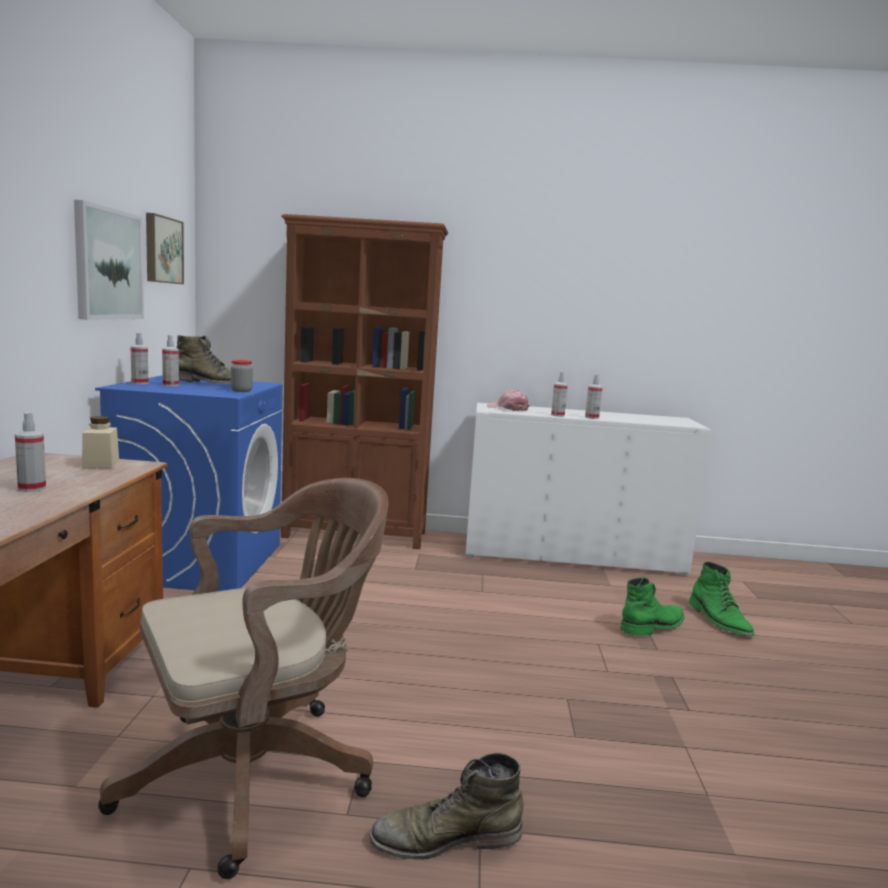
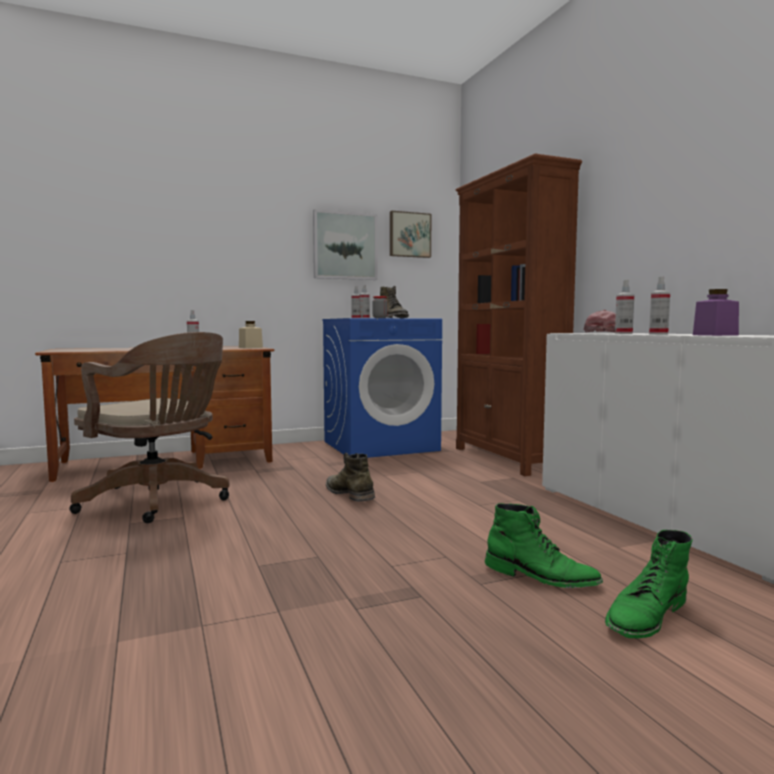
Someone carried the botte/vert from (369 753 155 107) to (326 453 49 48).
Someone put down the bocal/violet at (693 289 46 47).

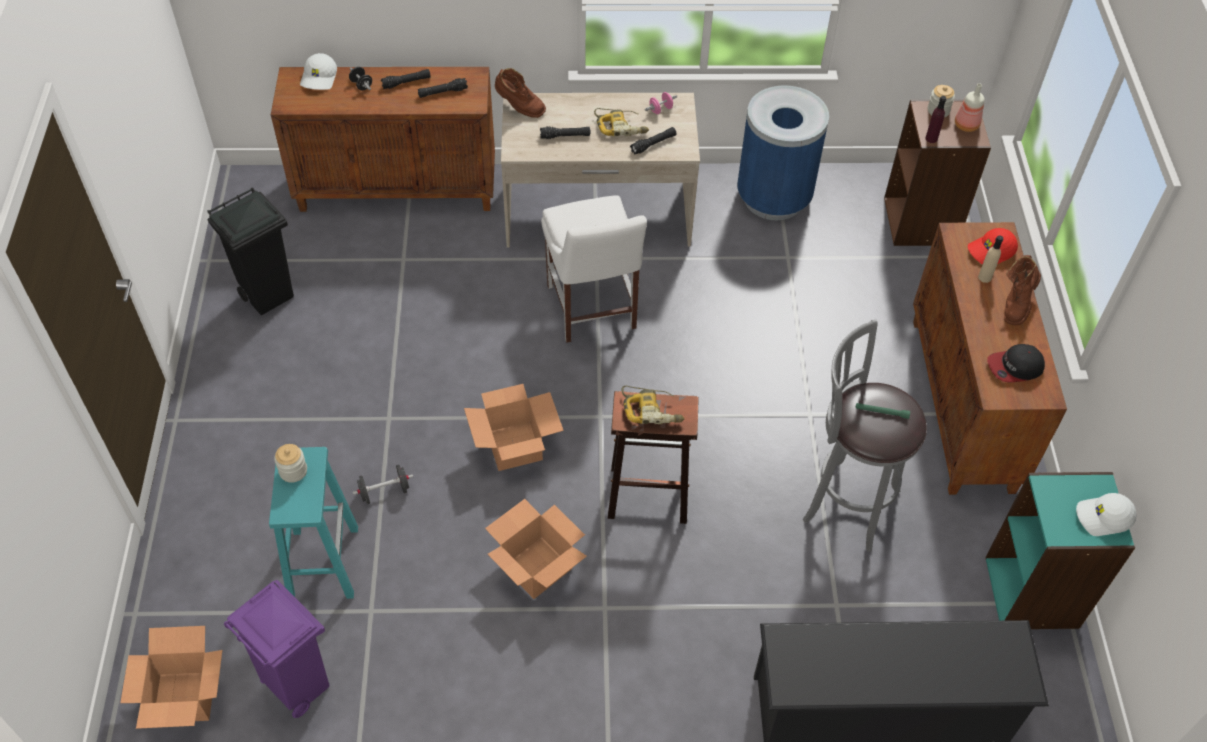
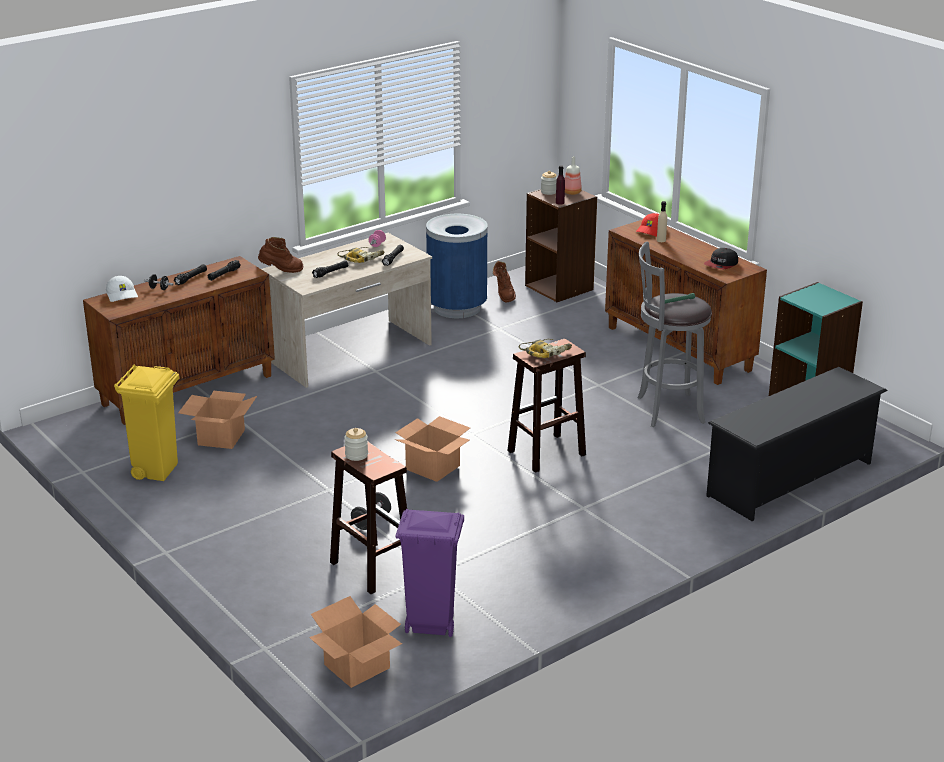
Someone repainted the poubelle/noir at (207 187 87 128), which became the poubelle/jaune at (114 364 65 117).
Someone repainted the tabouret/turquoise at (269 447 89 152), which became the tabouret/marron at (330 442 77 152).
Someone carried the carton from (485 499 102 100) to (178 391 79 58).
Someone took away the chaise/blanc at (541 195 106 148).
Someone carried the botte/marron from (1004 255 37 70) to (493 261 23 42).
Someone took away the casquette/blanc at (1076 493 61 43).

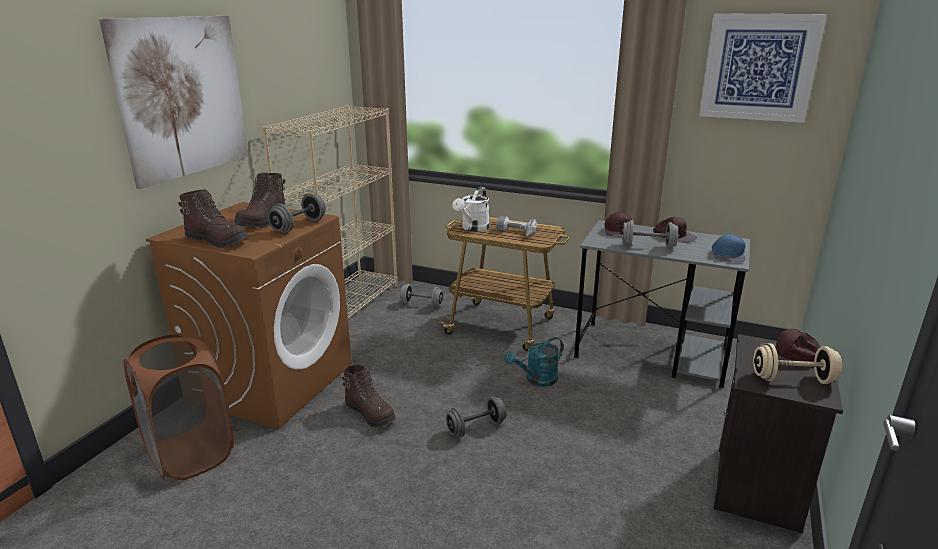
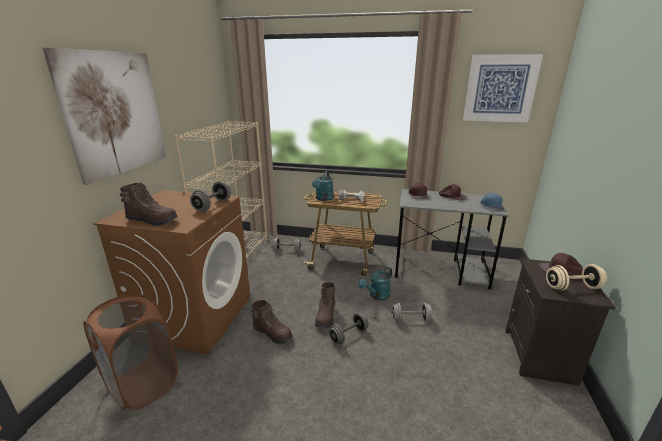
Someone carried the botte/marron from (234 173 51 55) to (315 282 22 46).
Someone repainted the arrosoir/blanc at (453 187 37 44), which became the arrosoir/turquoise at (312 171 22 30).
Someone carried the haltère/gris from (620 220 59 29) to (391 303 41 19).

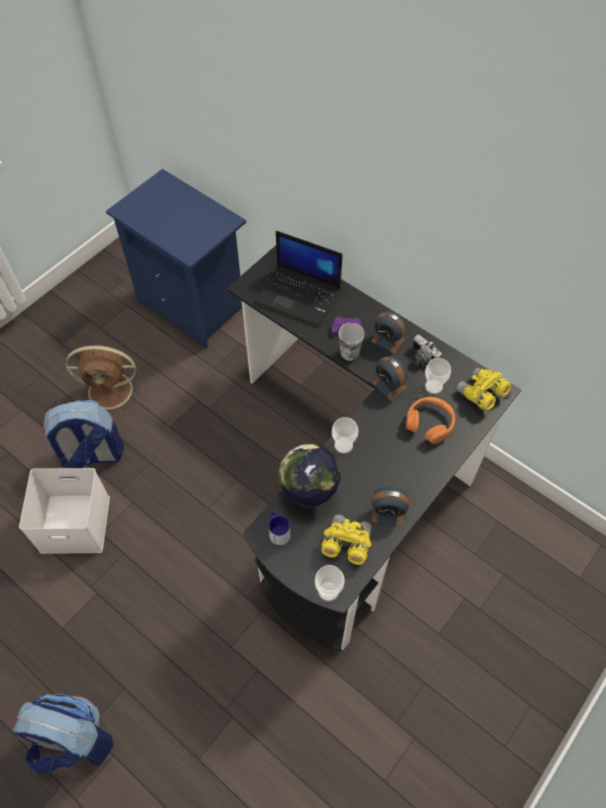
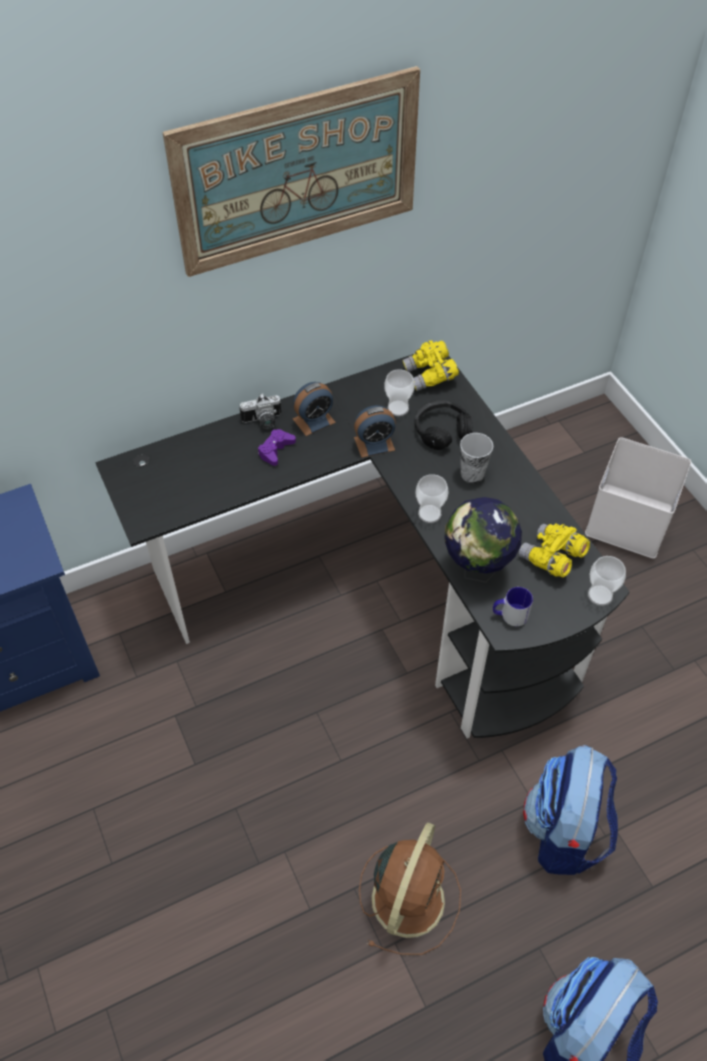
Someone carried the boîte de rangement/blanc from (19 468 91 86) to (585 437 106 122).
Someone carried the sac à dos from (42 400 82 68) to (523 745 95 130).
Someone carried the ventilateur/marron from (66 344 78 73) to (359 822 102 133).
Someone took away the ordinateur portable at (254 231 89 96).
Someone carried the tasse from (339 323 25 38) to (460 433 33 50).
Someone took away the réveil at (371 487 39 39).
Someone repainted the casque audio/orange at (406 397 49 47), which became the casque audio/noir at (415 400 57 50).
Someone carried the appareil photo from (412 335 29 31) to (240 393 41 36).
Someone put up the tableau at (162 66 258 211).

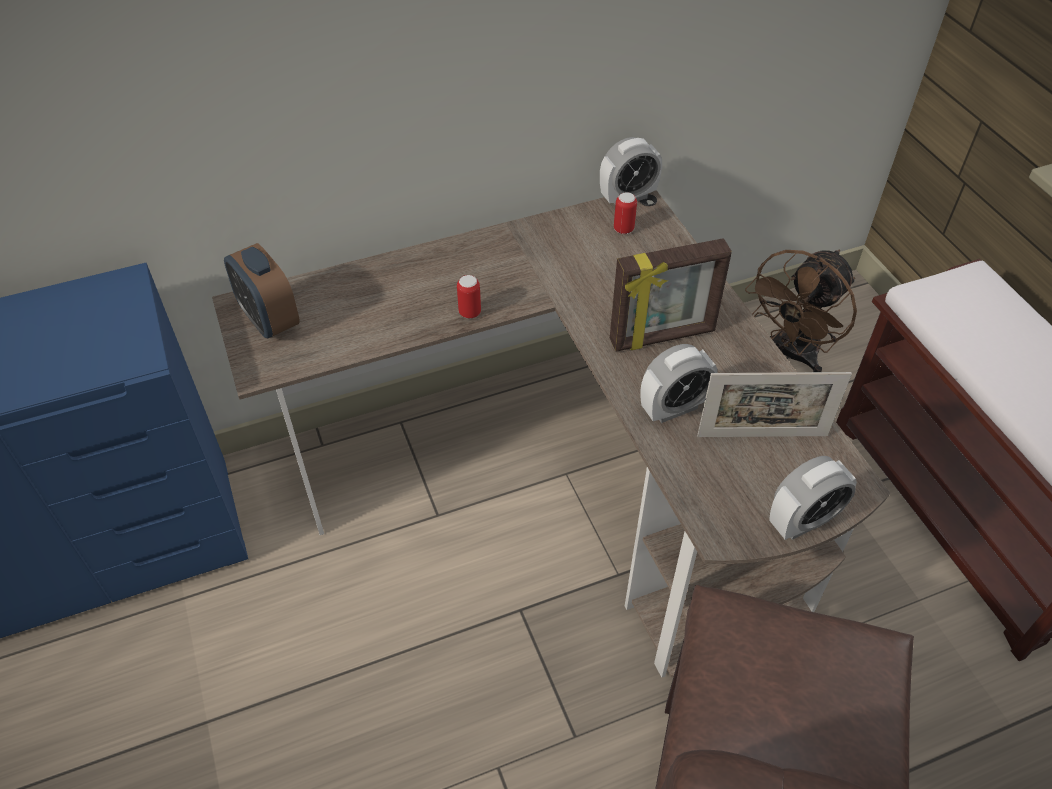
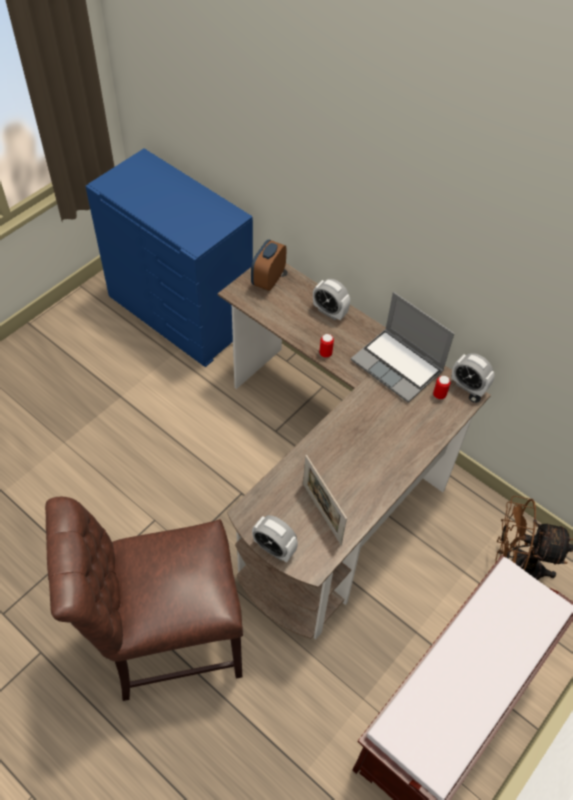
Someone took away the cadre photo at (610 238 122 114).
Someone carried the réveil from (641 344 77 79) to (313 279 37 42).
Someone put down the ordinateur portable at (351 292 104 111).

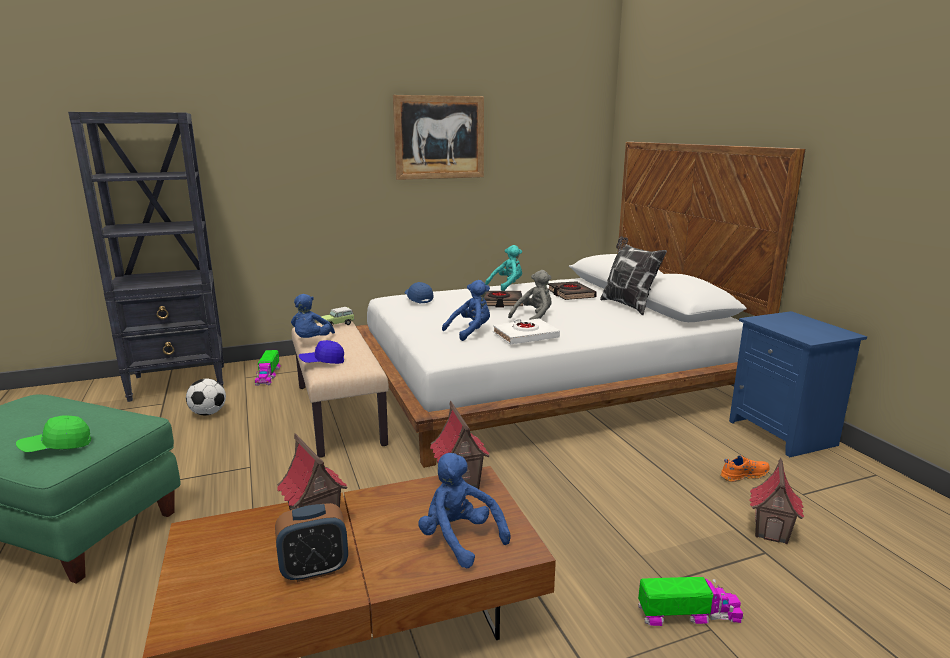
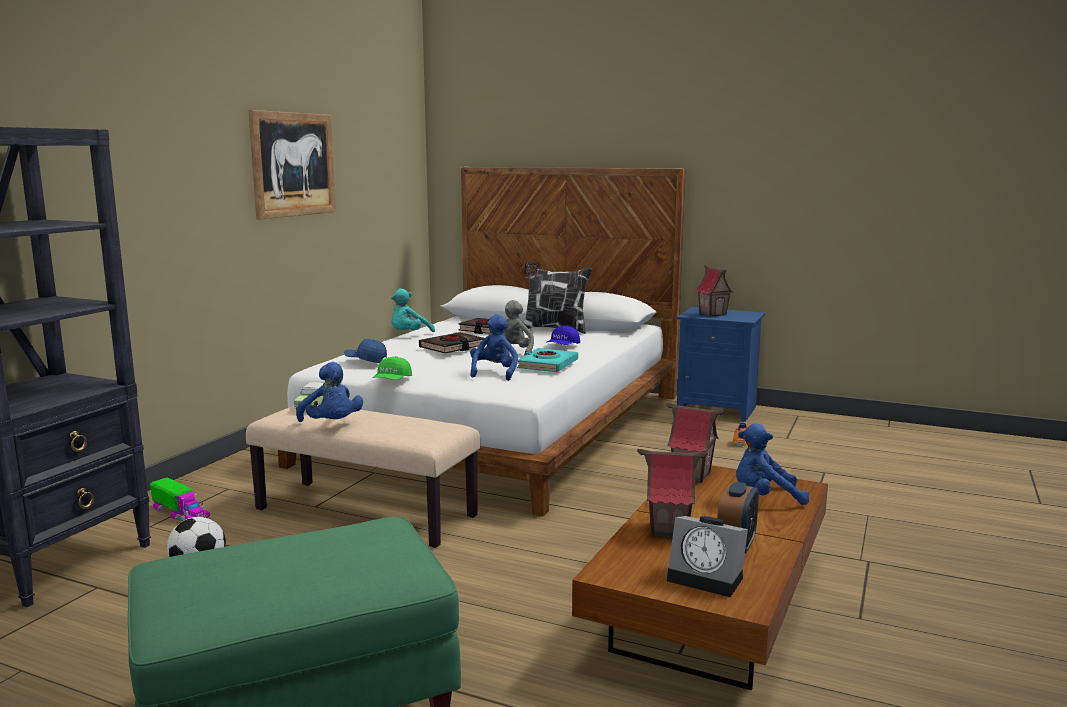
Someone carried the casquette/vert from (16 415 75 37) to (372 356 40 24).
Someone carried the casquette/bleu from (298 340 46 24) to (546 326 34 19).
Someone rotated the peluche/turquoise at (485 245 37 46) by 150 degrees counterclockwise.
Someone repainted the livre/blanc at (493 318 67 27), which became the livre/turquoise at (517 348 61 24).
Someone took away the camion jouet at (638 577 106 49).
Someone carried the maison miniature from (749 458 55 86) to (695 265 39 52).
Someone put down the réveil at (667 516 81 81).

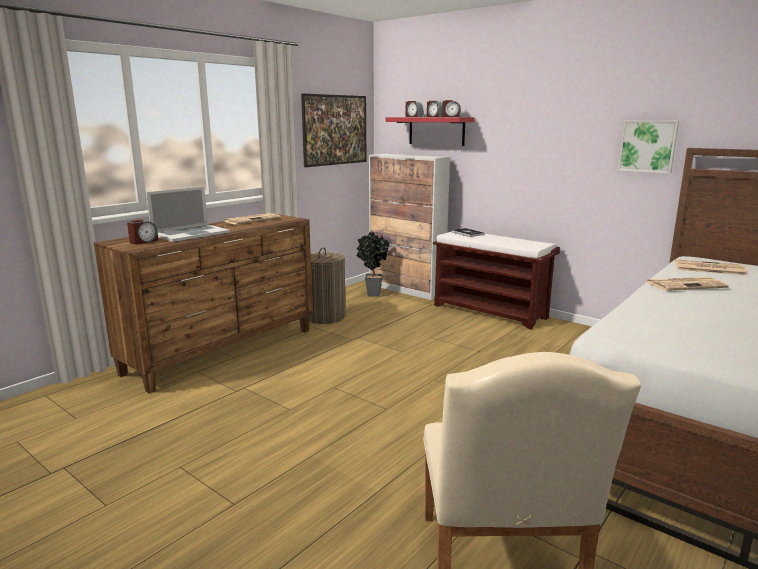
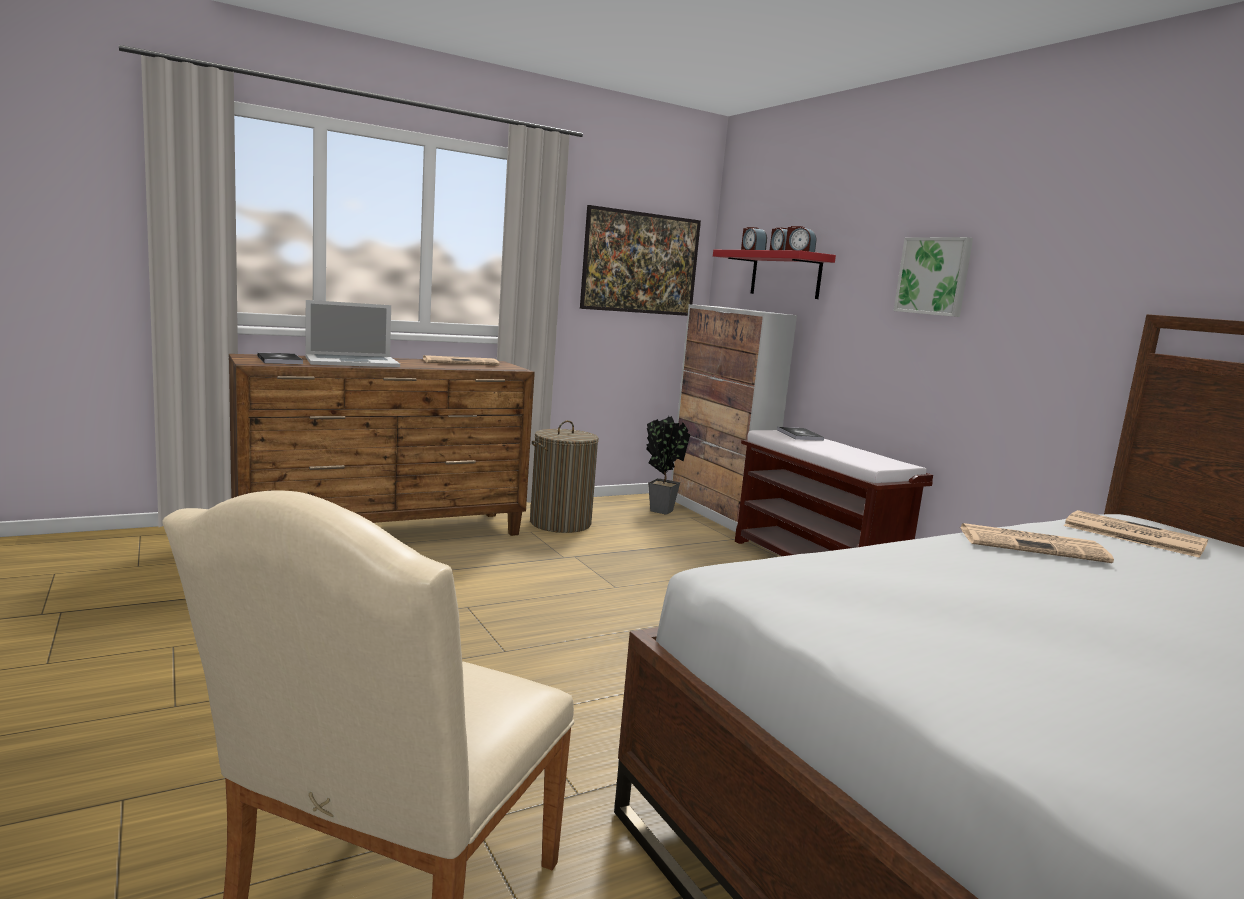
Someone swapped the réveil at (127 219 31 26) for the livre at (257 353 46 11).
Someone carried the tableau from (618 121 61 53) to (894 237 79 80).

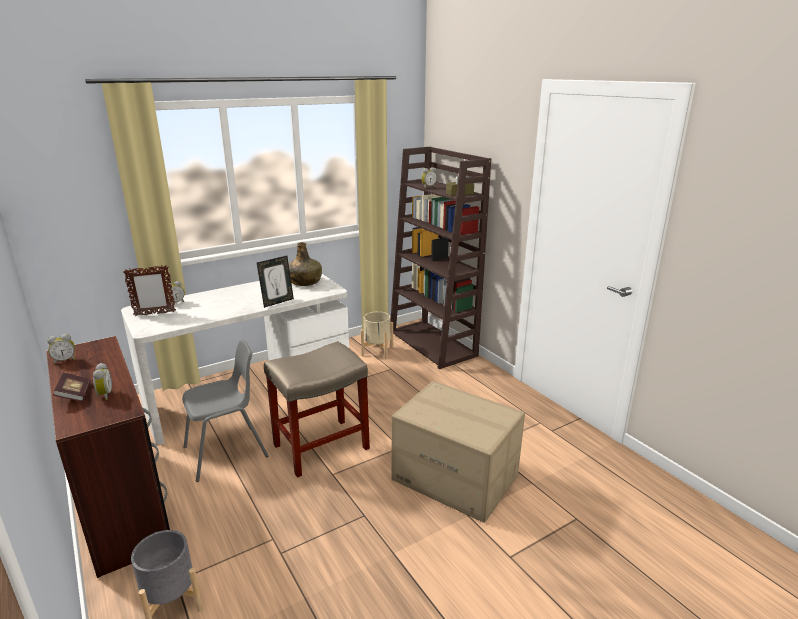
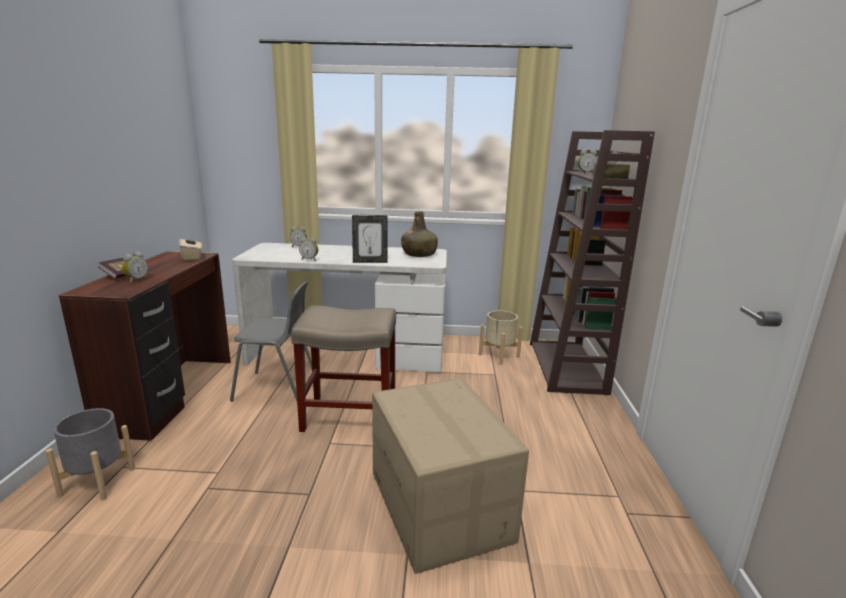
Someone carried the réveil from (47 334 29 30) to (299 237 19 24).
Someone took away the cadre photo at (123 265 53 51).
Someone put down the boîte à mouchoirs/beige at (179 234 23 27).

